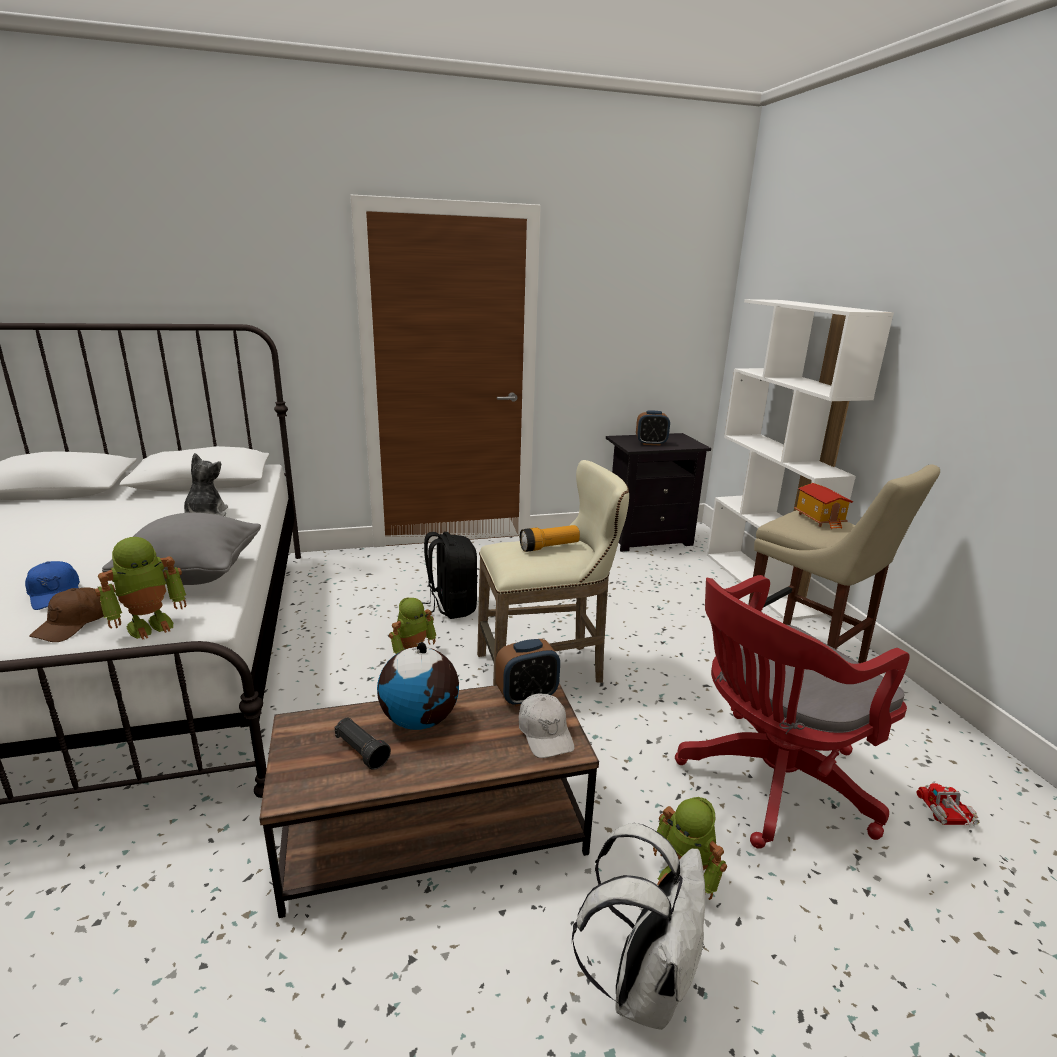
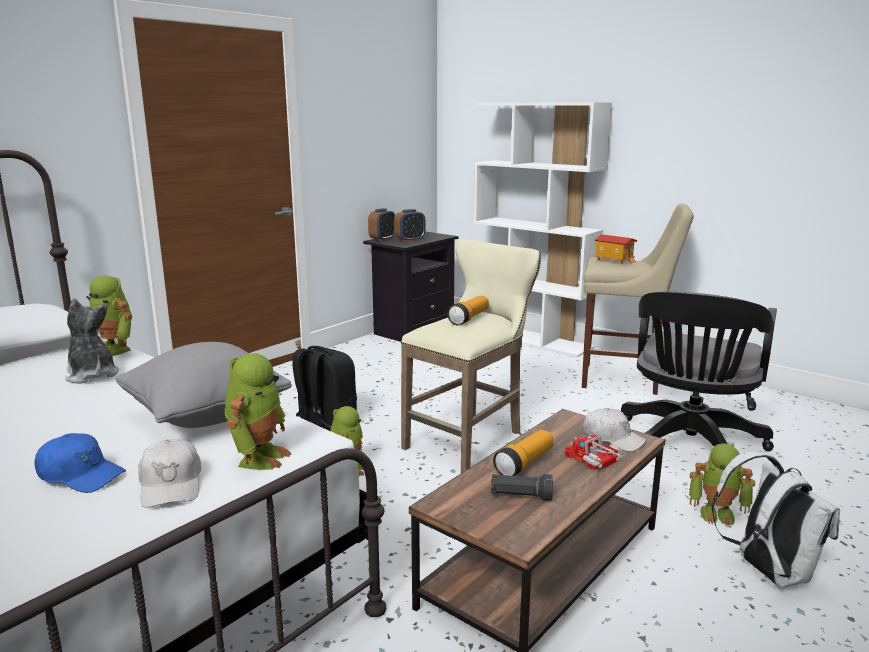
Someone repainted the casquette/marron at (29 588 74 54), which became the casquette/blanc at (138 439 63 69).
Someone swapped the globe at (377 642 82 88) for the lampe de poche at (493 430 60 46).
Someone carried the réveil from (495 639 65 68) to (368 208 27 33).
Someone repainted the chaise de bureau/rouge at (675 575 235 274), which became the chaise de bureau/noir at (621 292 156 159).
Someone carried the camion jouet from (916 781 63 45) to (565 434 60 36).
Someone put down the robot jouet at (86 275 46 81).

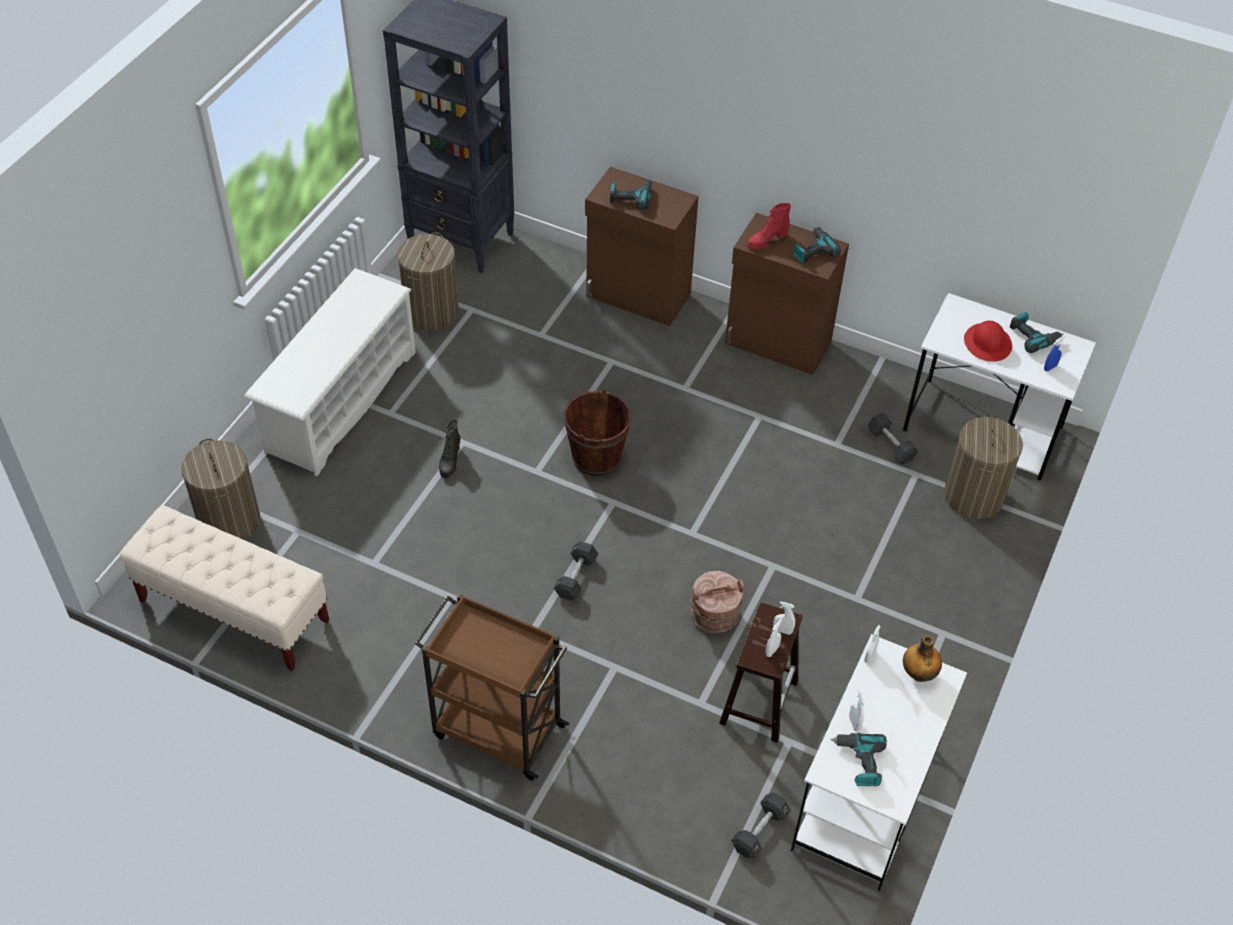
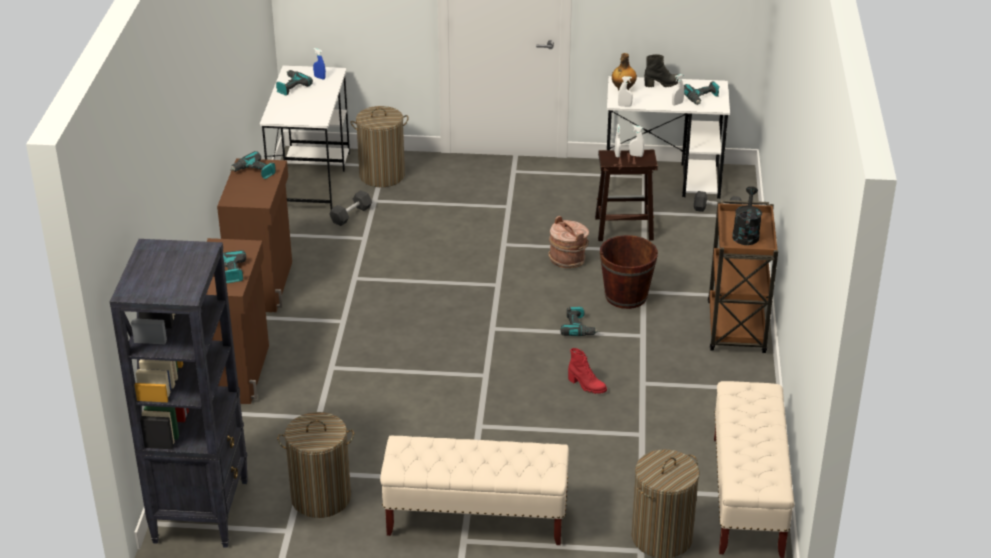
Someone swapped the étagère à chaussures/blanc at (244 268 172 208) for the banc/beige at (380 435 189 110).
Someone carried the botte/noir from (439 419 21 60) to (644 54 35 33).
Someone swapped the haltère/noir at (554 541 44 60) for the perceuse at (561 307 39 29).
Someone carried the seau/marron from (564 389 68 87) to (600 235 58 74).
Someone carried the botte/rouge from (747 203 44 47) to (568 348 39 46).
Someone took away the casque de chantier/rouge at (964 321 48 41).
Someone put down the arrosoir/noir at (732 186 30 59).

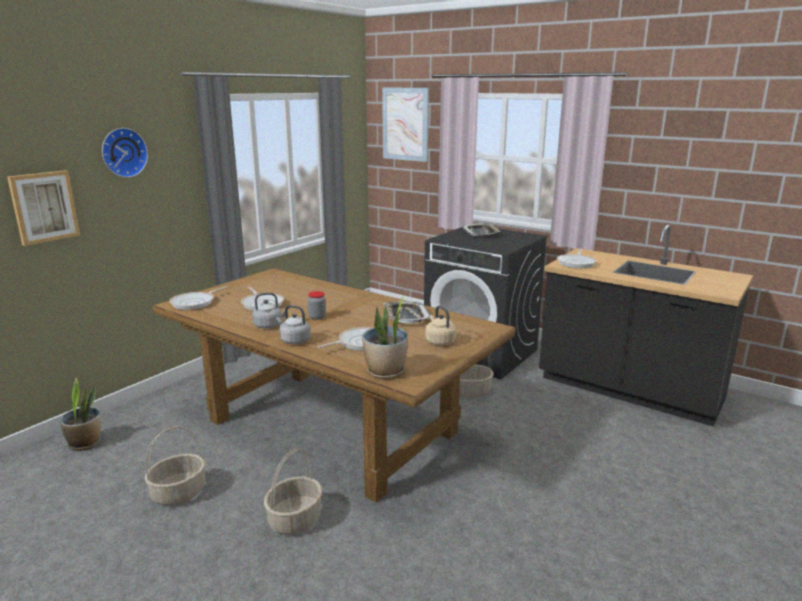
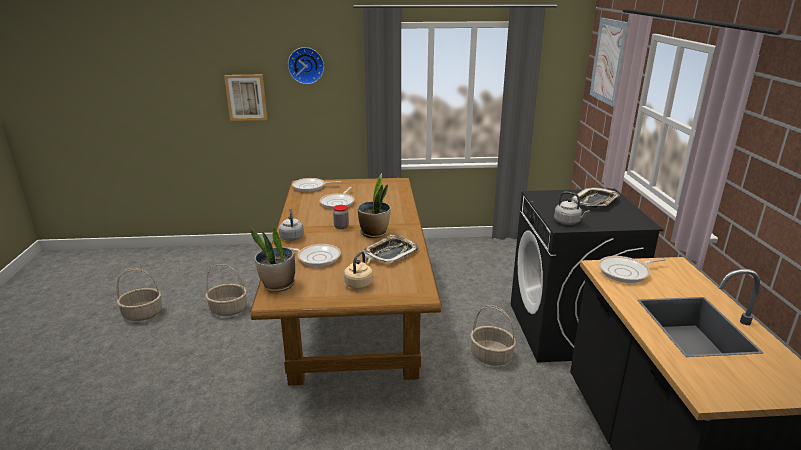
Someone carried the plante en pot from (60 378 41 73) to (358 173 33 65).
Someone carried the bouilloire/gris from (252 293 38 35) to (554 192 36 33).
Someone carried the panier from (264 448 58 86) to (116 268 46 53).

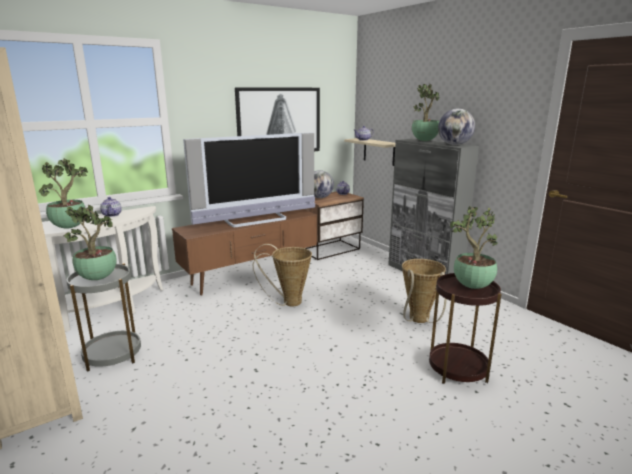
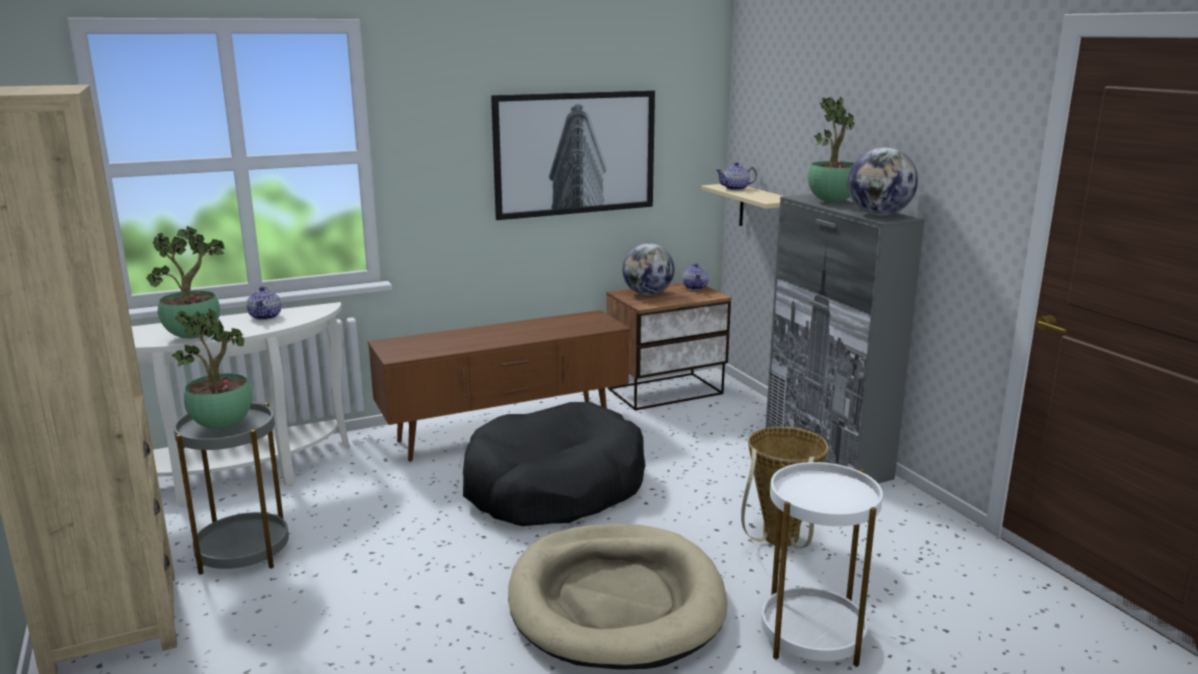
Someone took away the téléviseur at (183 132 132 95).
Someone swapped the panier at (253 244 59 62) for the panier pour chien/noir at (463 402 183 124).
Someone repainted the table d'appoint/marron at (429 273 73 111), which became the table d'appoint/blanc at (761 462 122 205).
Someone took away the plante en pot at (450 206 48 83).
Someone put down the panier pour chien/beige at (508 524 220 146).

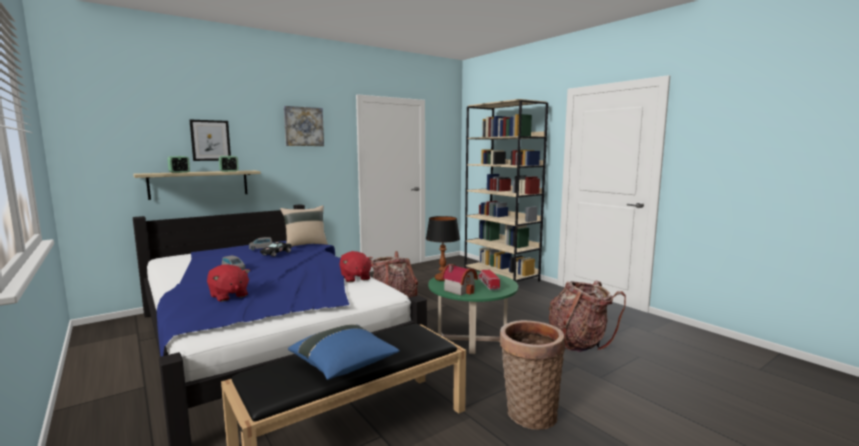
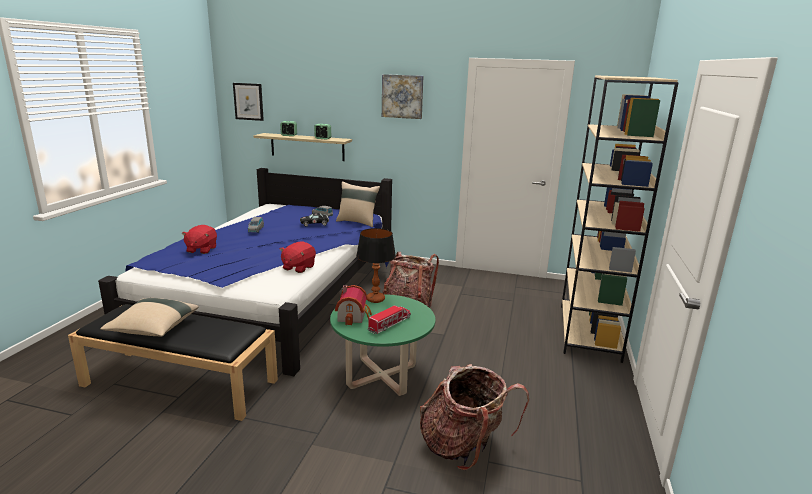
Someone carried the tableau from (190 120 41 41) to (233 83 31 38).
Someone repainted the coussin/bleu at (288 324 112 56), which became the coussin/beige at (100 298 99 38).
Someone took away the panier at (500 320 65 110).

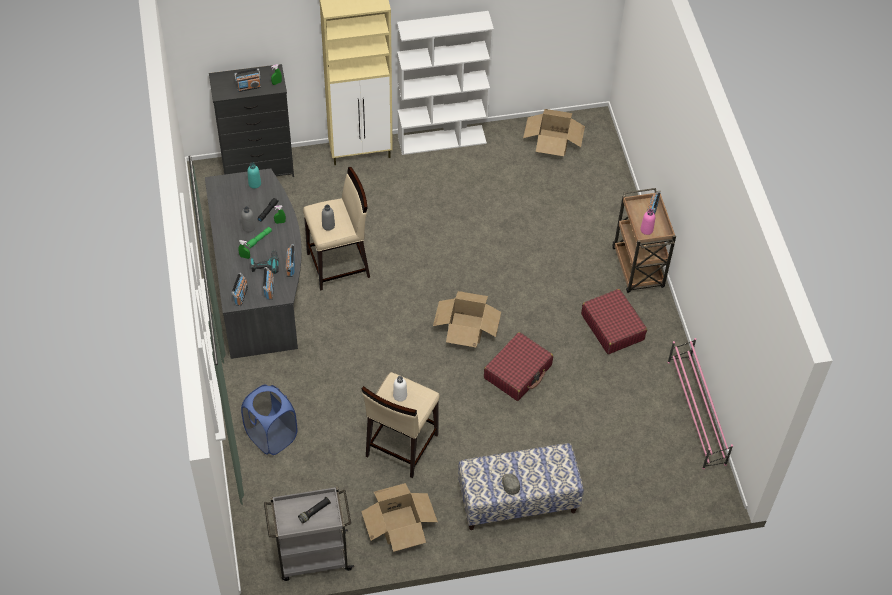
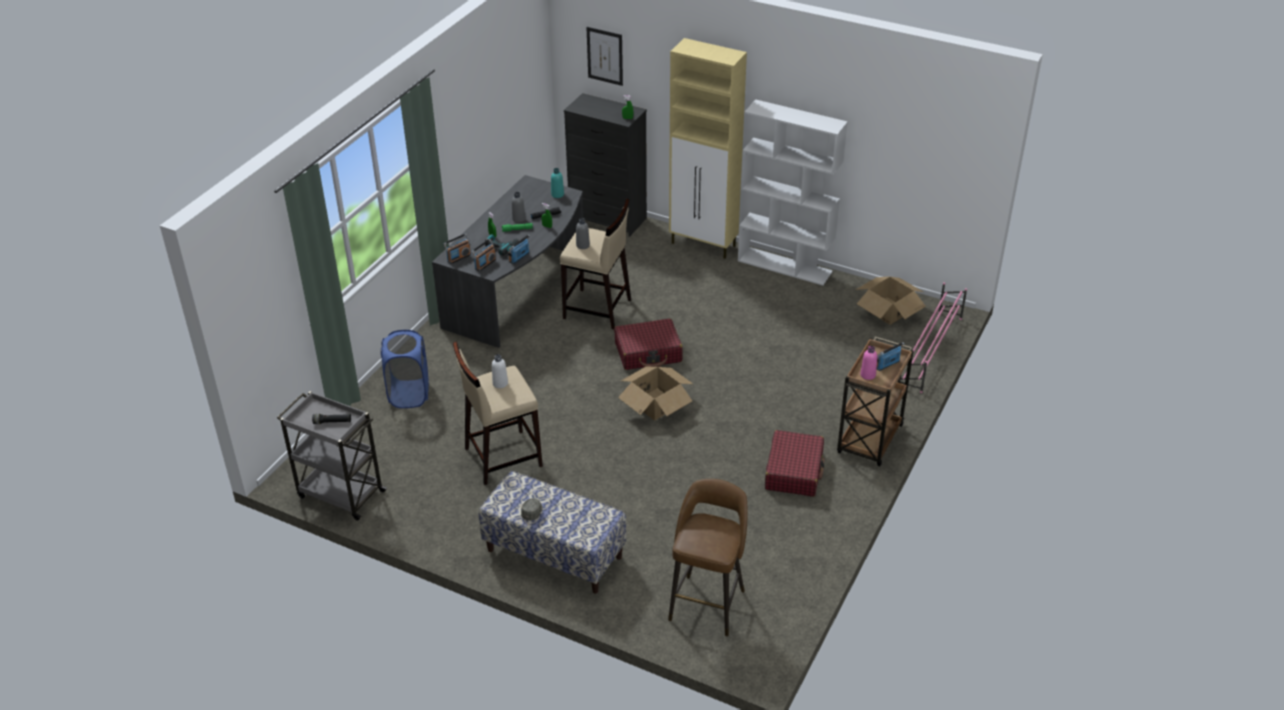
Someone took away the radio at (234 68 27 24).
Someone took away the carton at (361 483 77 69).
Someone carried the valise/rouge from (484 332 69 69) to (614 319 68 51).
Someone carried the étagère à chaussures/rose from (668 338 65 131) to (898 282 69 111).
Someone put up the tableau at (587 27 36 59).
Someone put down the tabouret/marron at (668 479 79 157).

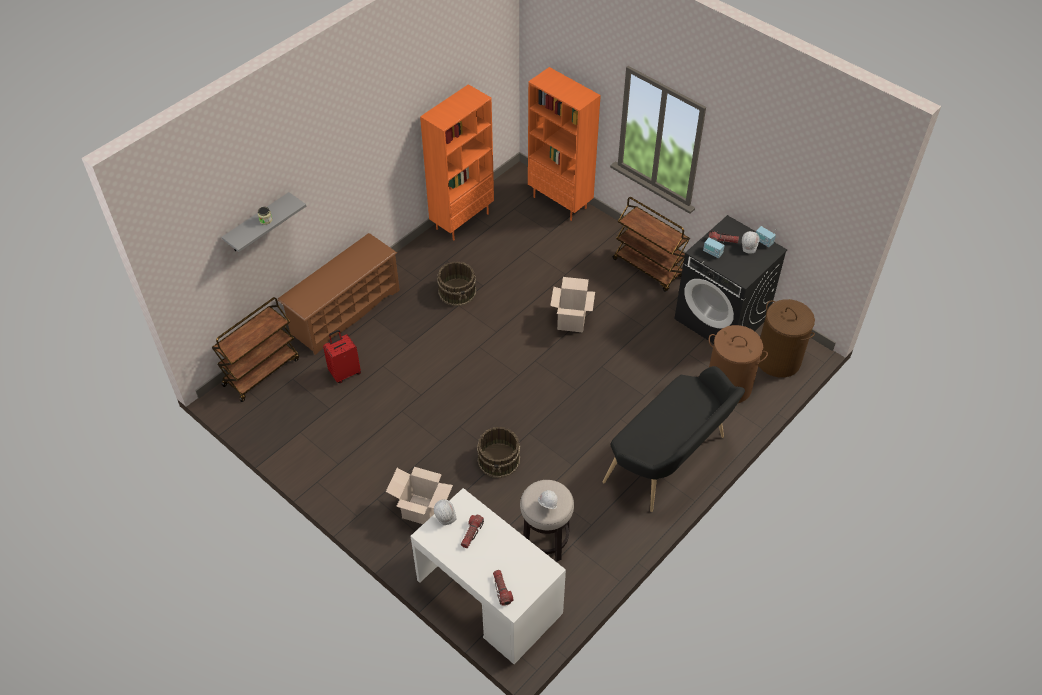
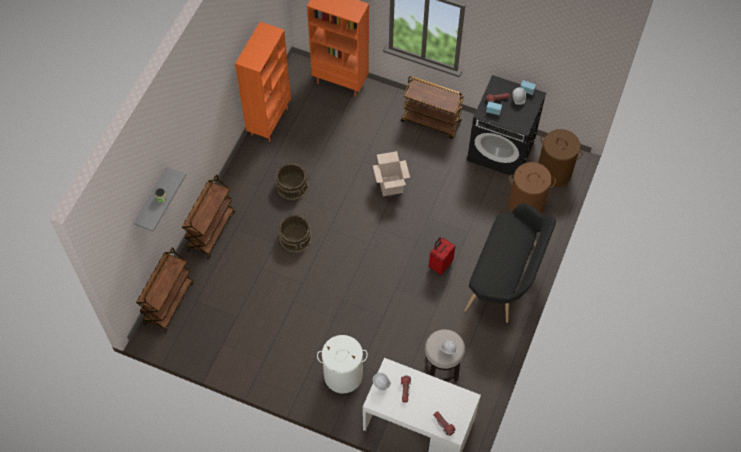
Someone swapped the étagère à chaussures/marron at (277 233 123 122) for the chariot/marron at (182 175 53 84).
Someone carried the valise/rouge from (323 330 38 53) to (429 237 26 38).
Someone swapped the carton at (386 467 67 57) for the panier à linge/blanc at (317 335 51 59).
Someone carried the seau/marron from (477 427 43 51) to (278 215 34 38).

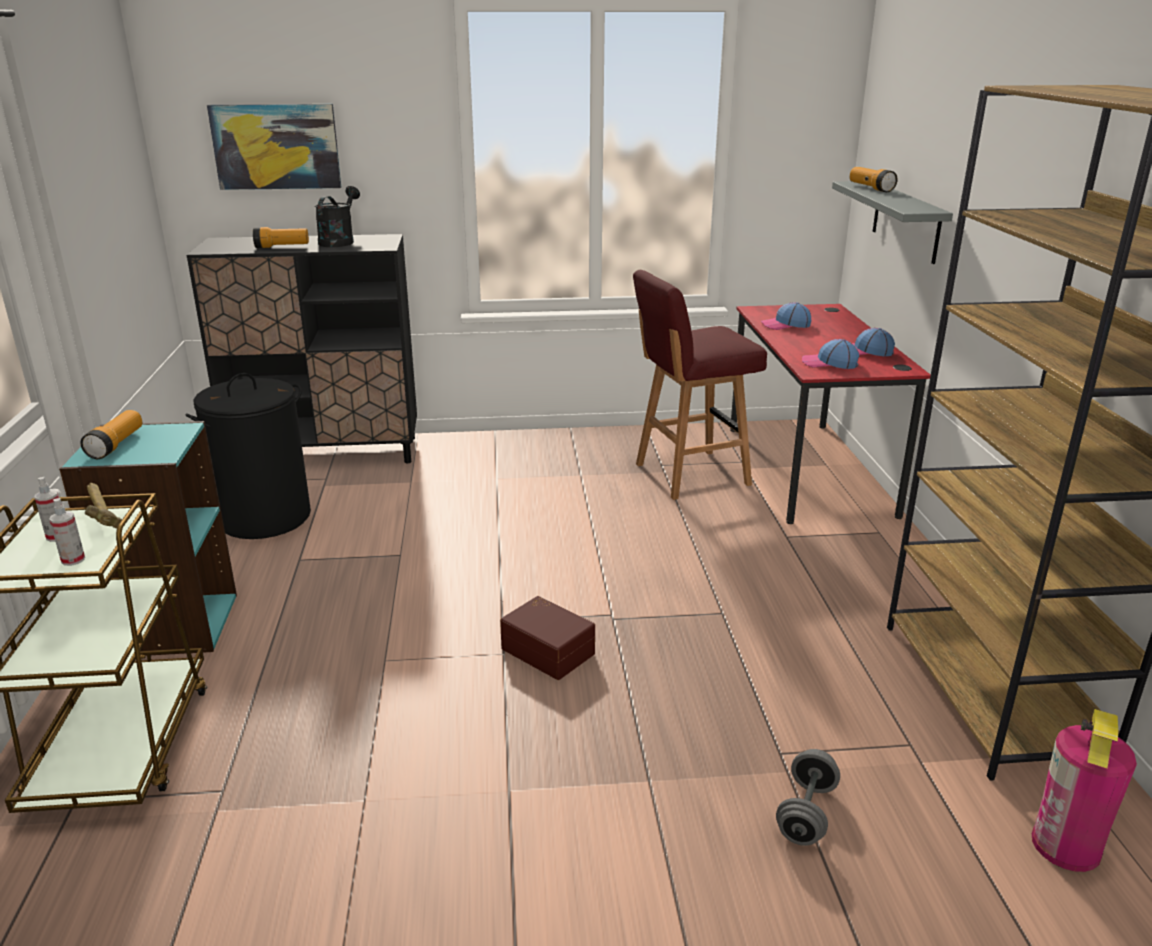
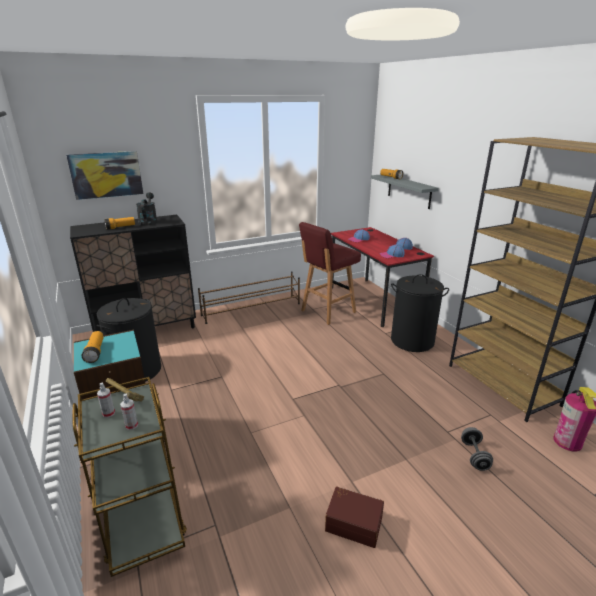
Someone carried the boîte de rangement/marron from (500 596 95 84) to (325 486 59 62).
Someone put down the étagère à chaussures/marron at (198 272 102 52).
Someone put down the panier à linge/noir at (391 274 58 78).

